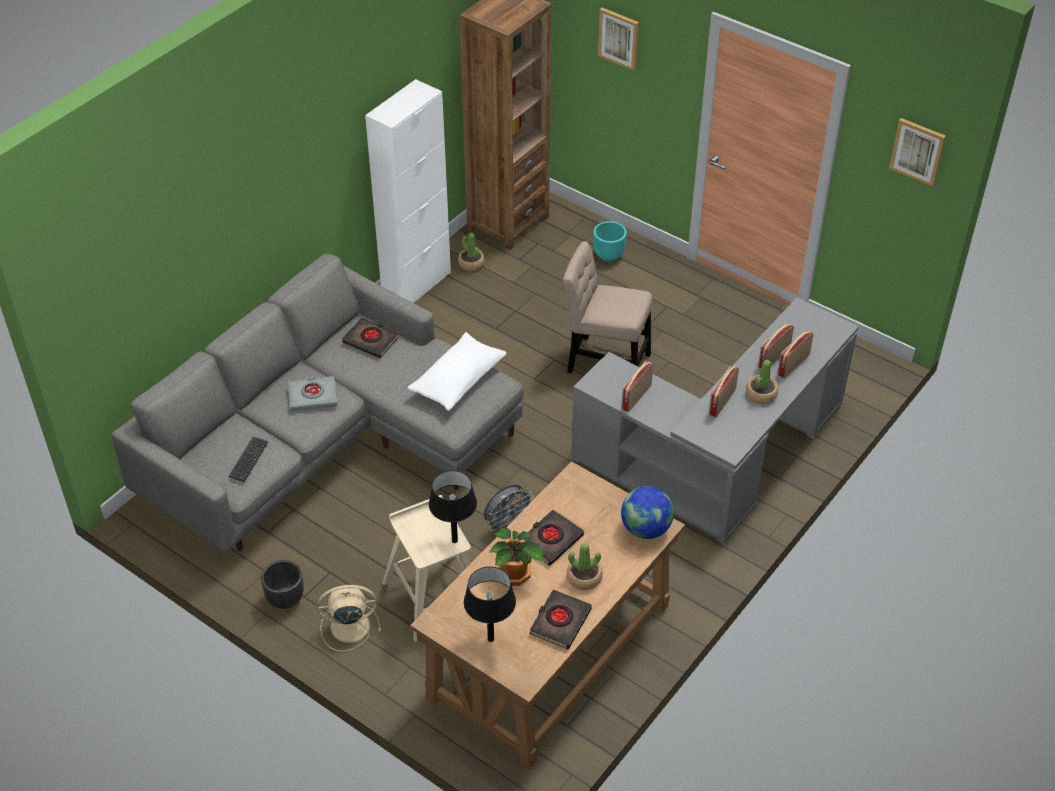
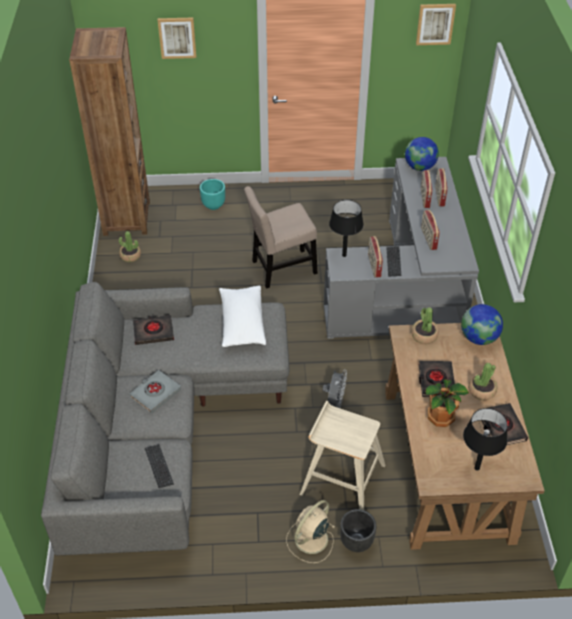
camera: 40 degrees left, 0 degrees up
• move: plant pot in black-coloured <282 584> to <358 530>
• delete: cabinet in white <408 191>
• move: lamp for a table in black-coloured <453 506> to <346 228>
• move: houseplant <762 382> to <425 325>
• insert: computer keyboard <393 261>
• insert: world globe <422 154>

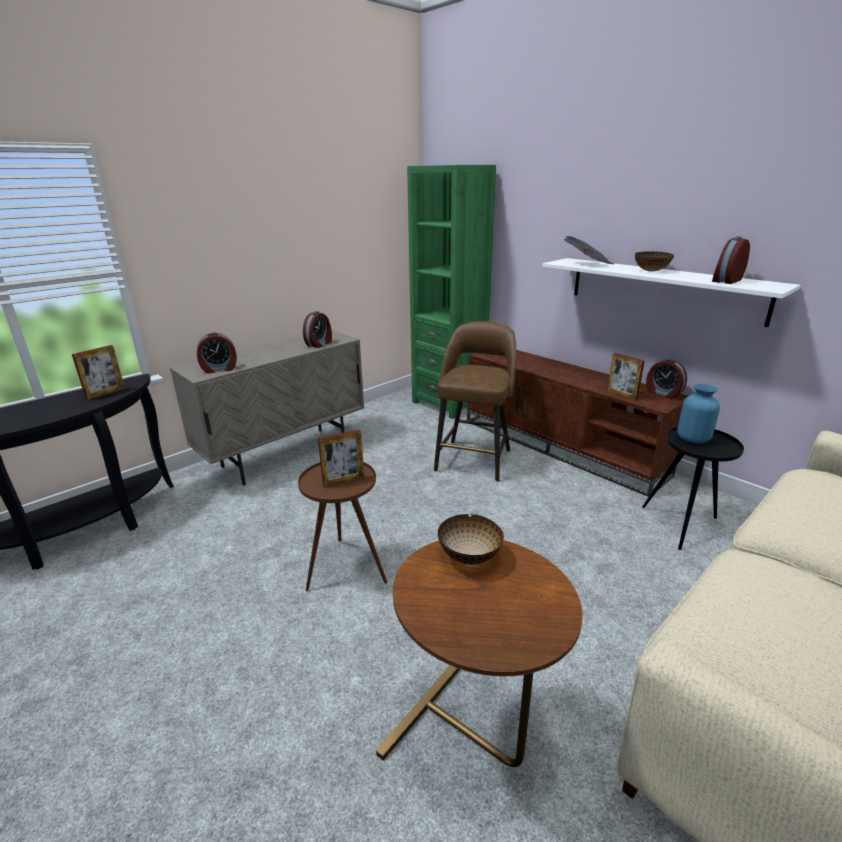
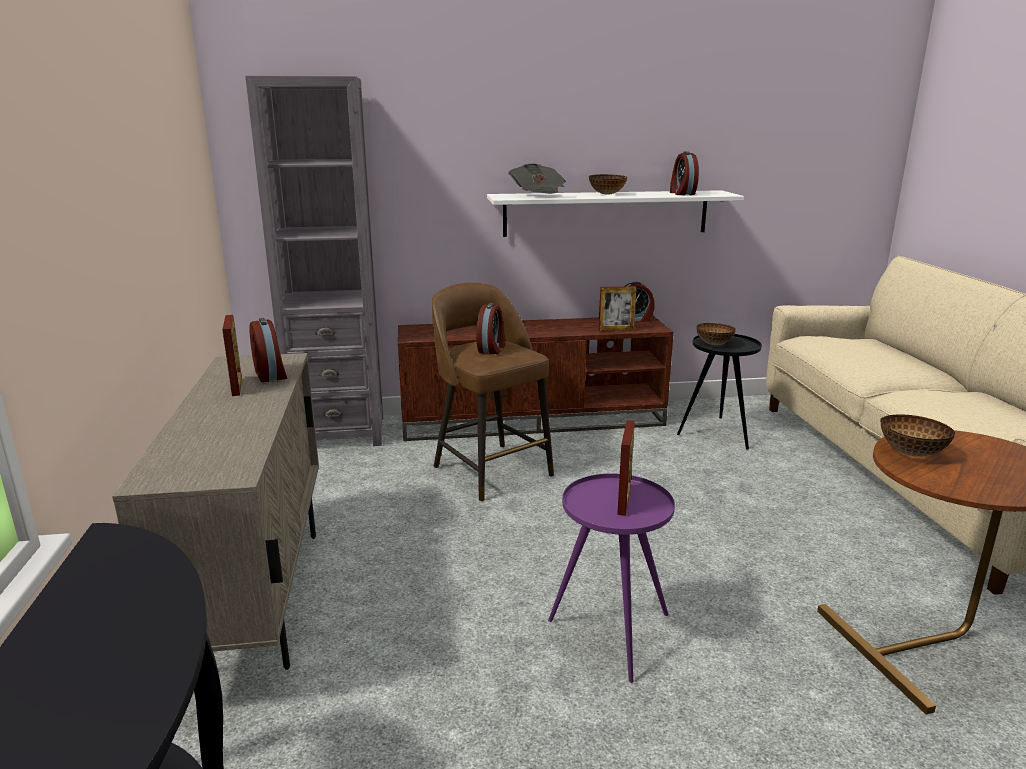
camera: 55 degrees left, 5 degrees down
• move: standing frame <98 372> to <232 355>
• move: bedside clock <217 353> to <491 328>
• recolor: accent table in brown-coloured <342 526> to accent table in purplish <611 578>
• recolor: bookcase in greenish <451 292> to bookcase in gray <314 261>
• replace: decorative vase in blue <699 413> to deep dish <716 334>

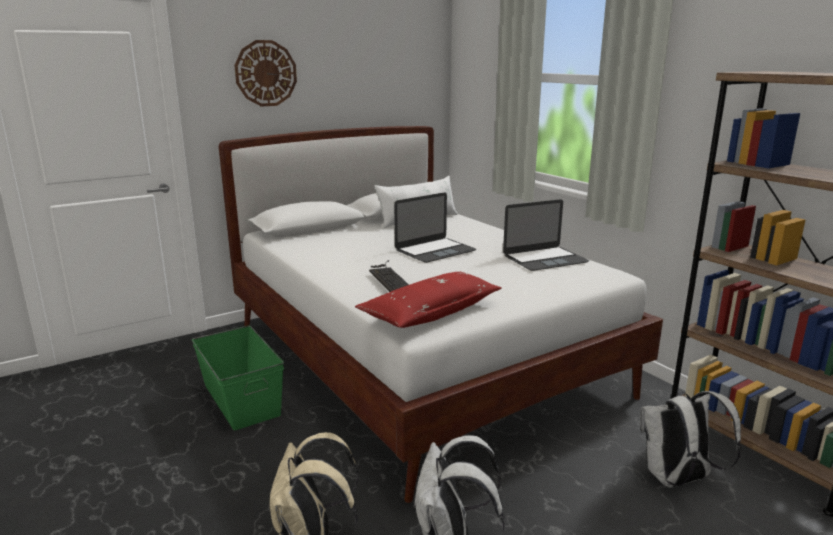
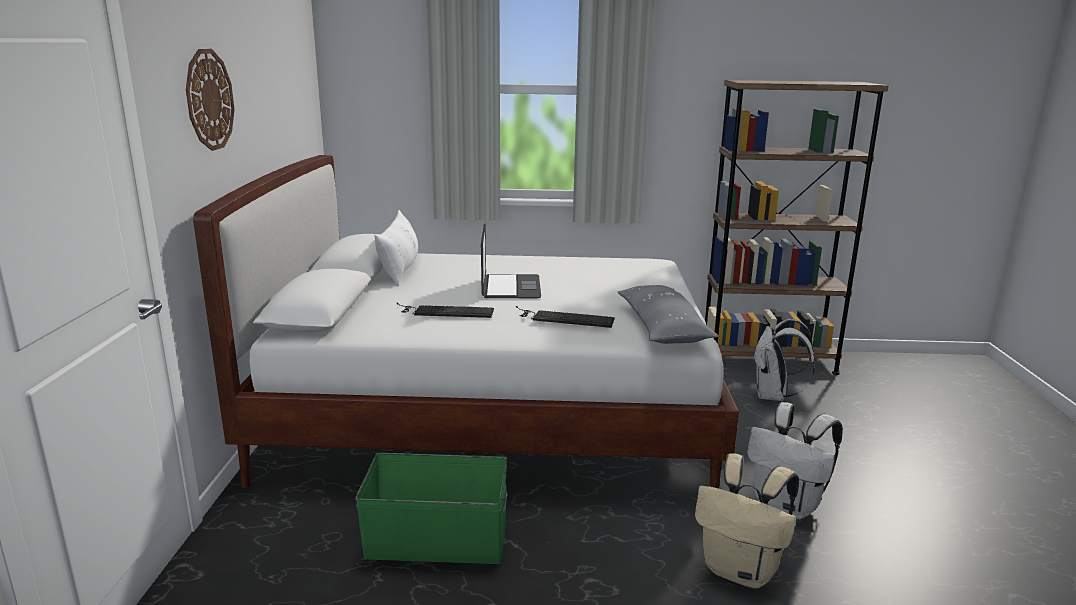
camera: 55 degrees left, 0 degrees up
• recolor: throw pillow in red <428 299> to throw pillow in gray <668 314>
• delete: notebook computer <546 235>
• insert: computer keyboard <445 310>

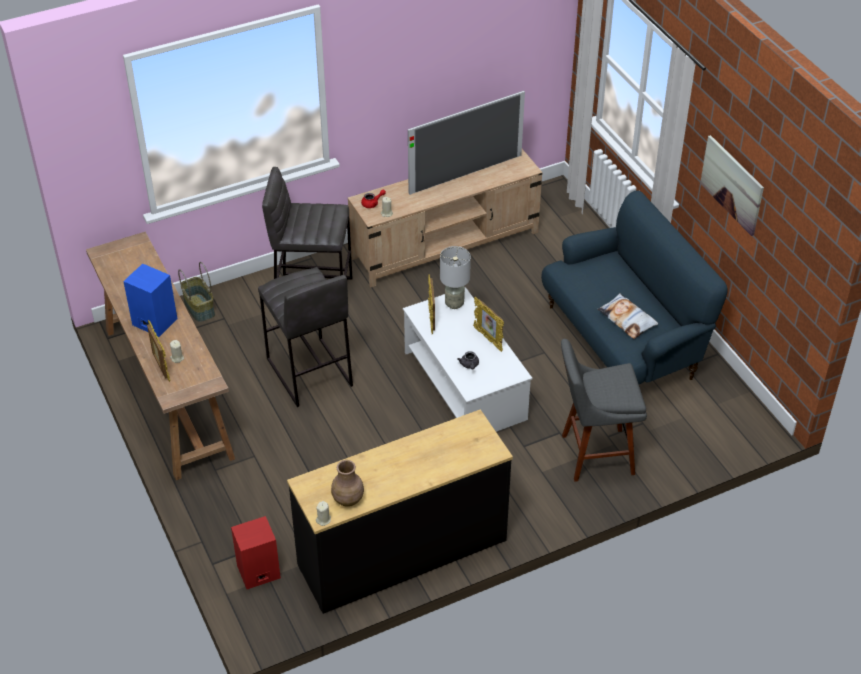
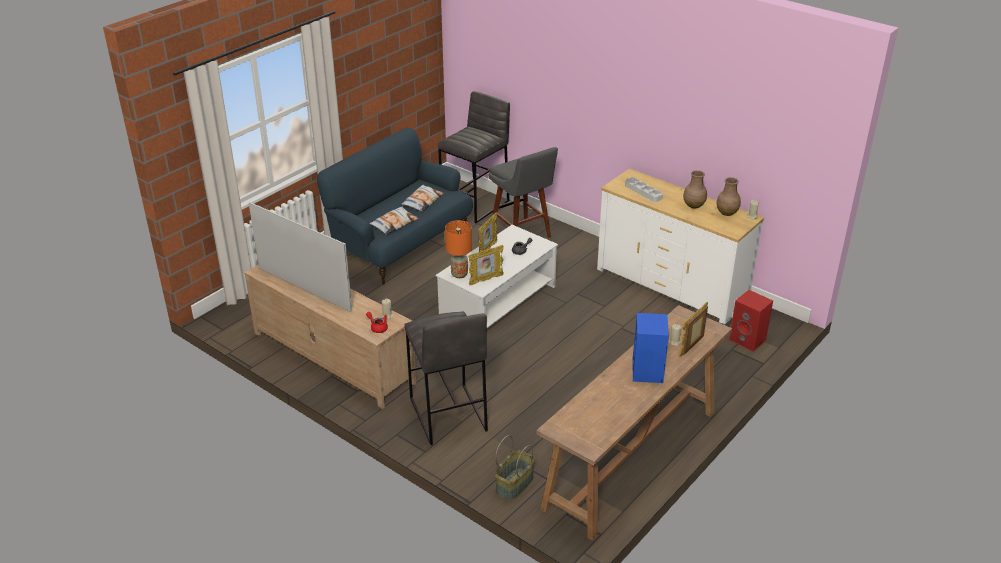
camera: 115 degrees left, 10 degrees down
• move: stool in gray <305 337> to <474 157>
• recolor: drawer chest in black-coloured <400 511> to drawer chest in white <680 246>
• recolor: lamp for a table in gray <455 277> to lamp for a table in orangey <458 249>
• delete: wall art <732 185>
• insert: throw pillow <394 221>
• insert: carrying tray in gray <644 189>
• insert: decorative vase in brown-coloured <695 189>

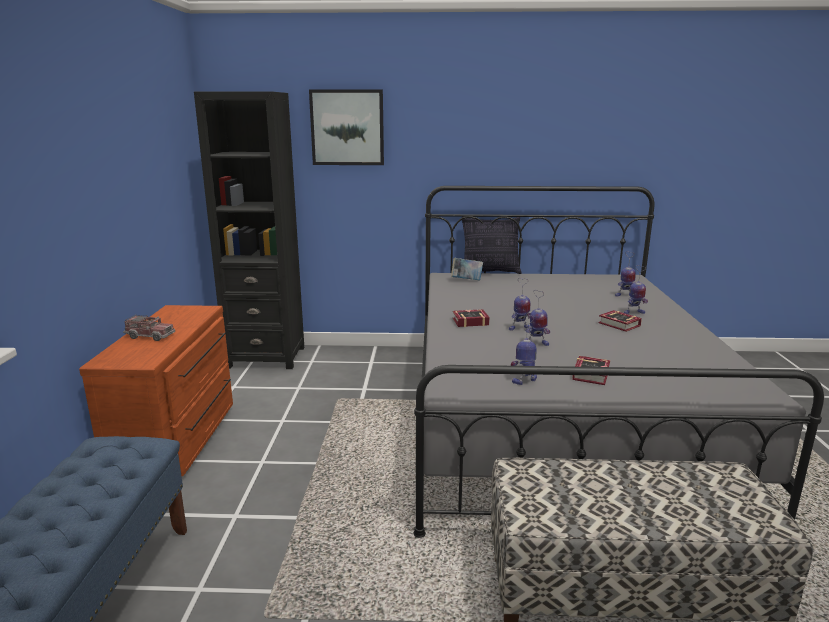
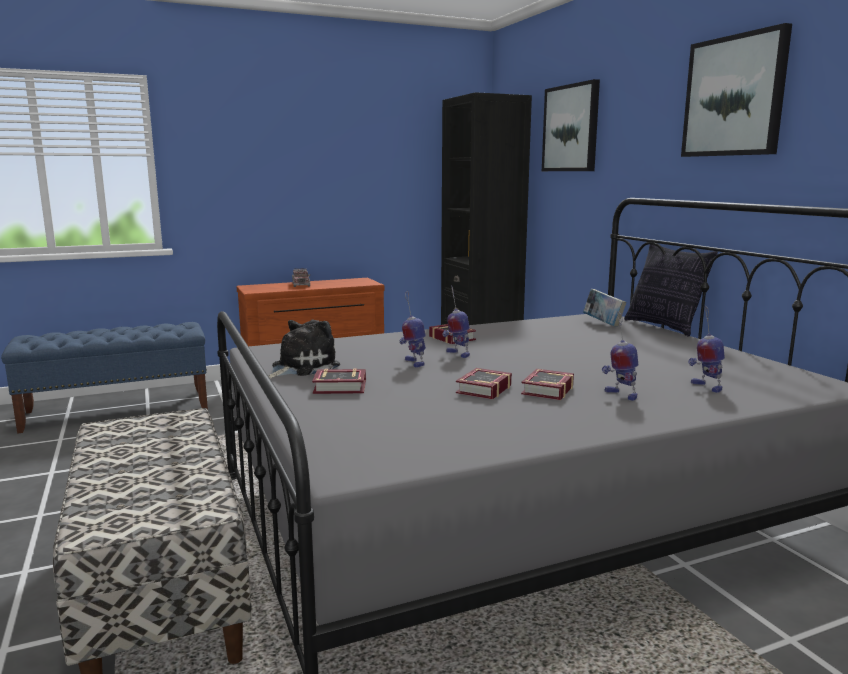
camera: 65 degrees right, 5 degrees down
• replace: model robot <524 350> to soft toy <304 349>
• insert: bound book <484 383>
• insert: wall art <736 90>

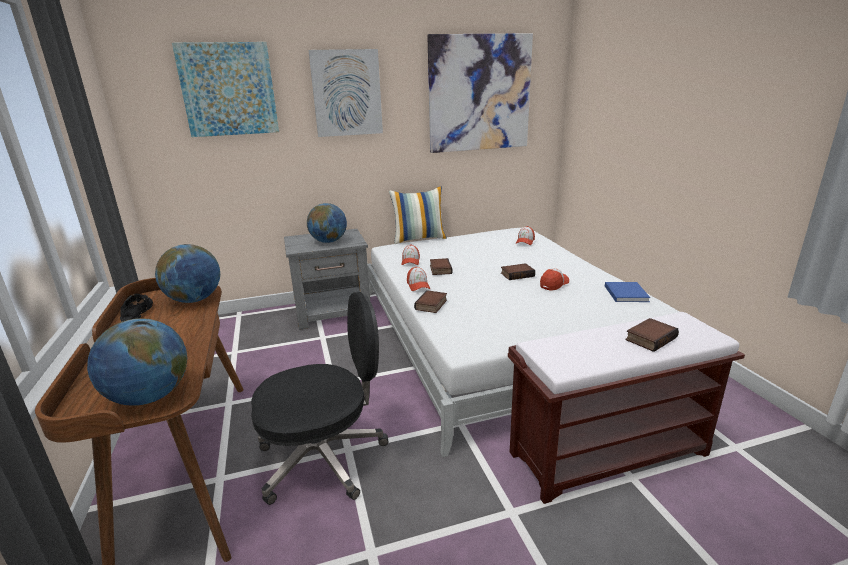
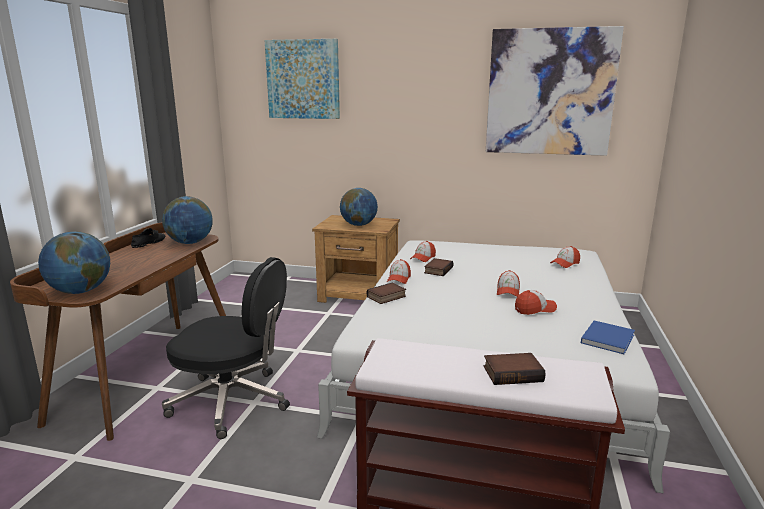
camera: 30 degrees right, 5 degrees down
• recolor: bedside table in gray <327 279> to bedside table in brown-coloured <356 259>
• delete: wall art <345 93>
• delete: throw pillow <418 215>
• replace: bound book <518 271> to peaked cap <508 283>

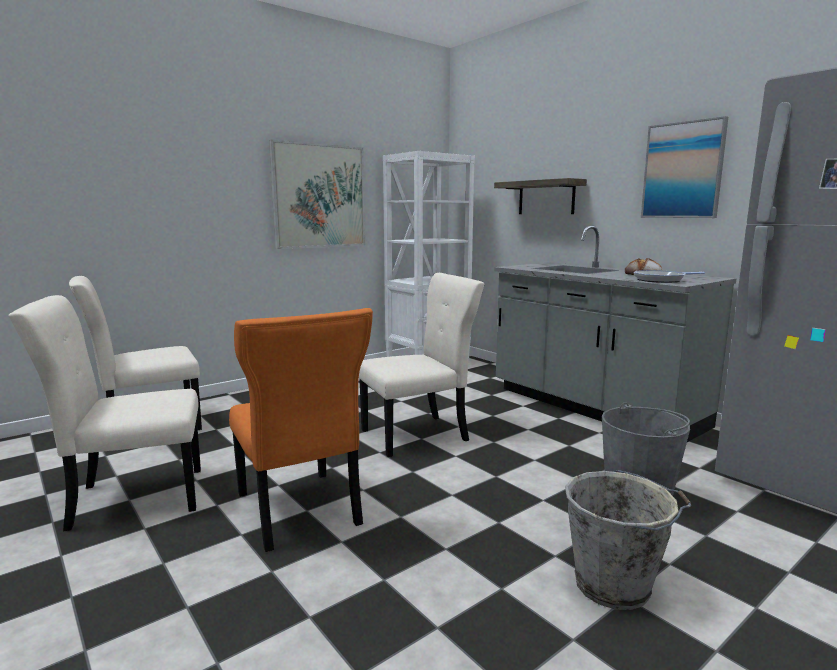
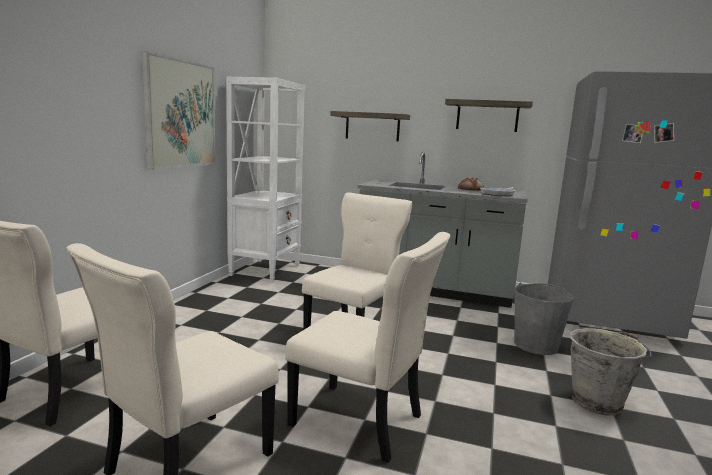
camera: 35 degrees left, 0 degrees up
• recolor: upright chair in orangey <301 430> to upright chair in beige <368 347>
• replace: wall art <684 167> to bracket shelf <489 115>

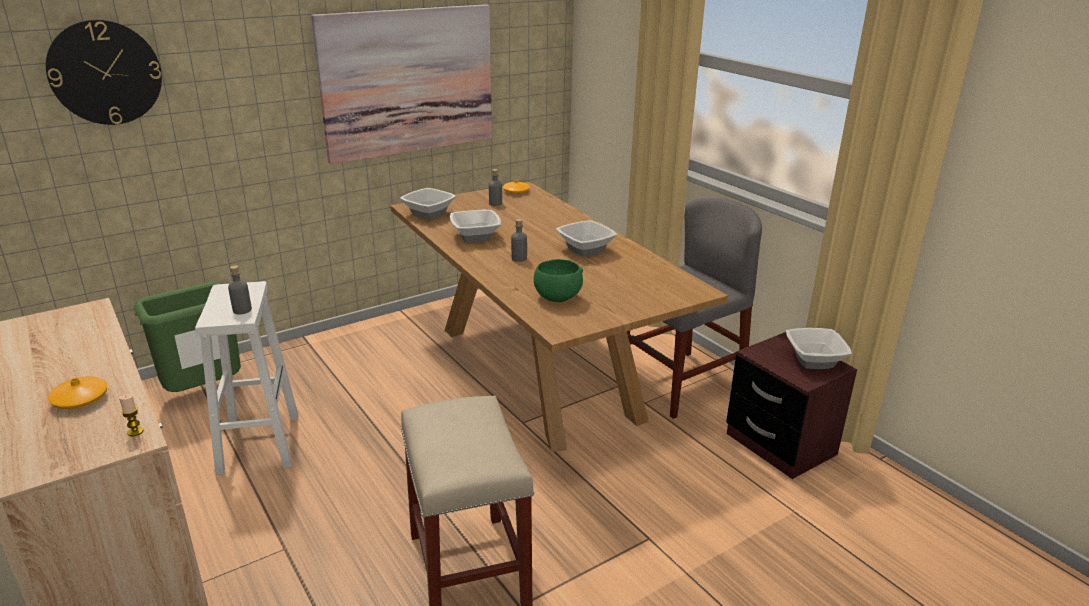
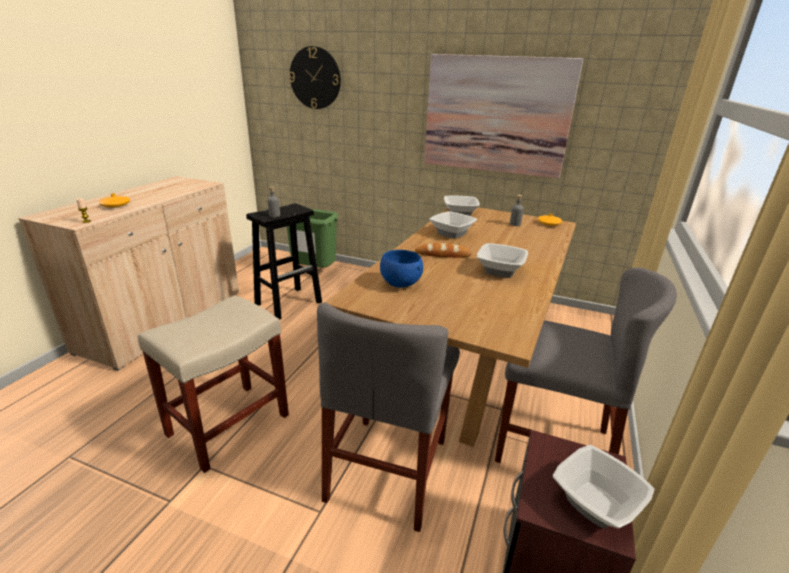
camera: 55 degrees right, 0 degrees up
• recolor: stool in white <247 378> to stool in black-coloured <284 261>
• replace: bottle in gray <519 240> to bread <443 250>
• recolor: deep dish in greenish <558 280> to deep dish in blue <401 269>
• insert: upright chair in gray <388 417>

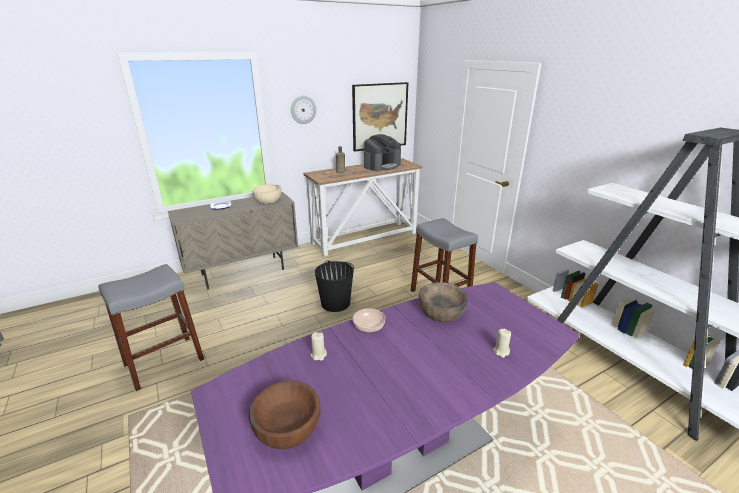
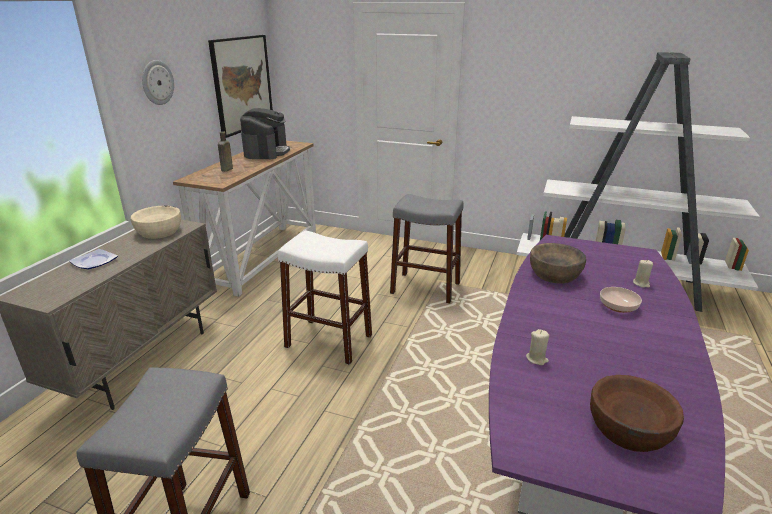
camera: 40 degrees left, 0 degrees up
• replace: water bucket in black-coloured <334 286> to stool in white <325 297>
• move: deep dish <369 320> to <621 300>

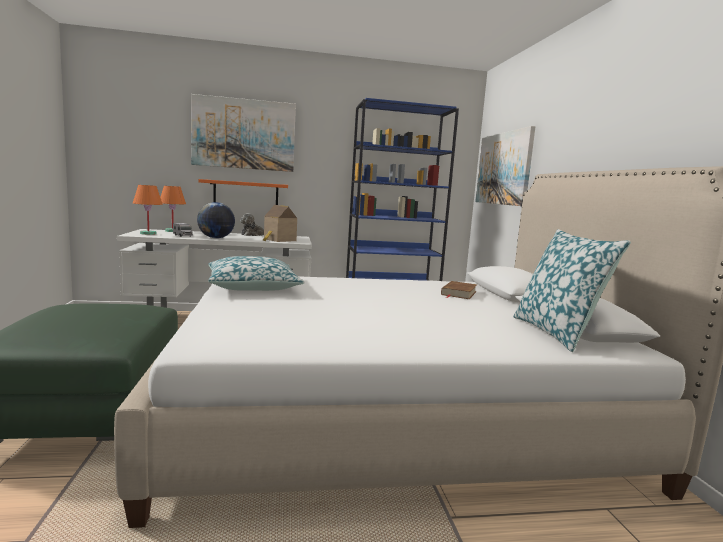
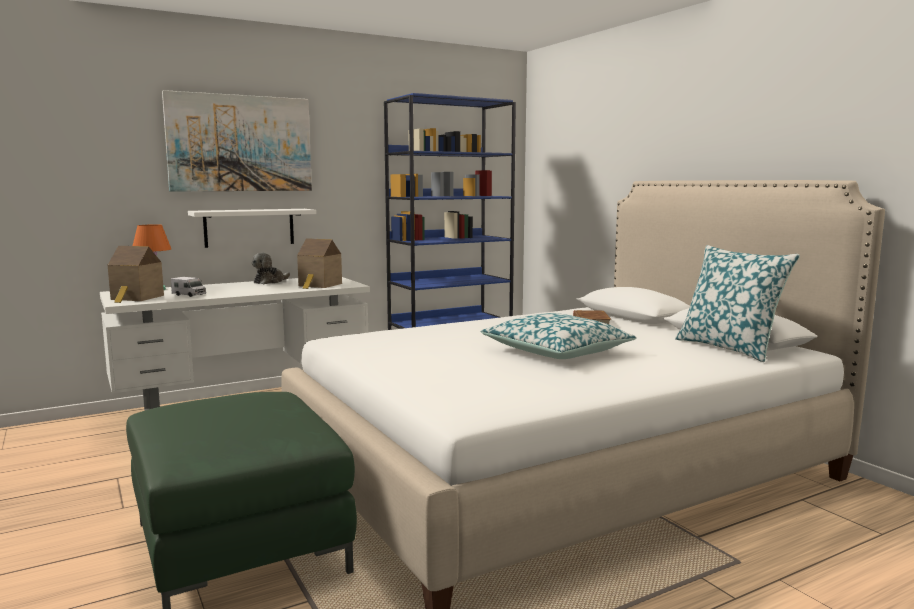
camera: 20 degrees left, 0 degrees up
• replace: lamp for a table in orangey <148 210> to toy house <136 274>
• delete: world globe <216 220>
• recolor: bracket shelf in orangey <243 192> to bracket shelf in white <252 228>
• move: throw pillow <256 273> to <559 336>
• delete: wall art <505 166>

